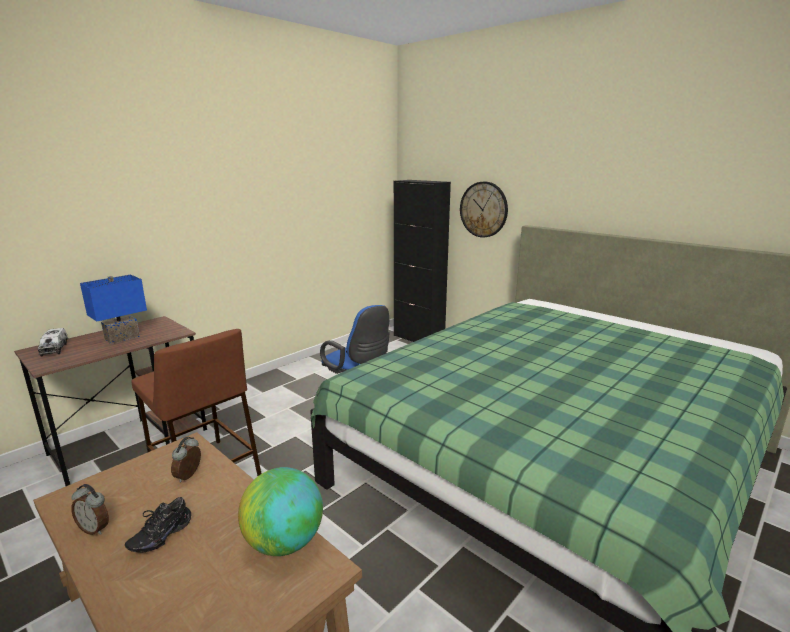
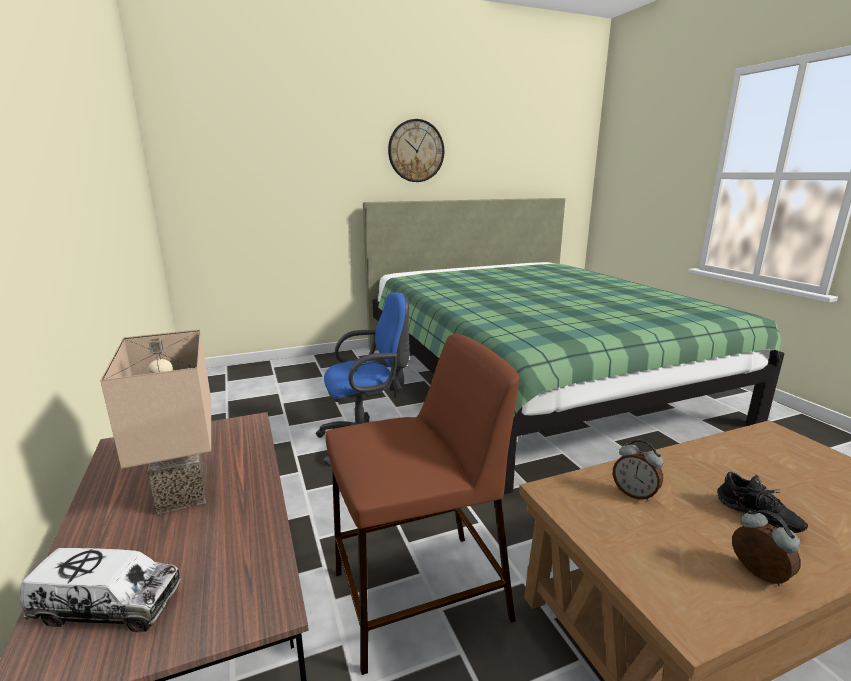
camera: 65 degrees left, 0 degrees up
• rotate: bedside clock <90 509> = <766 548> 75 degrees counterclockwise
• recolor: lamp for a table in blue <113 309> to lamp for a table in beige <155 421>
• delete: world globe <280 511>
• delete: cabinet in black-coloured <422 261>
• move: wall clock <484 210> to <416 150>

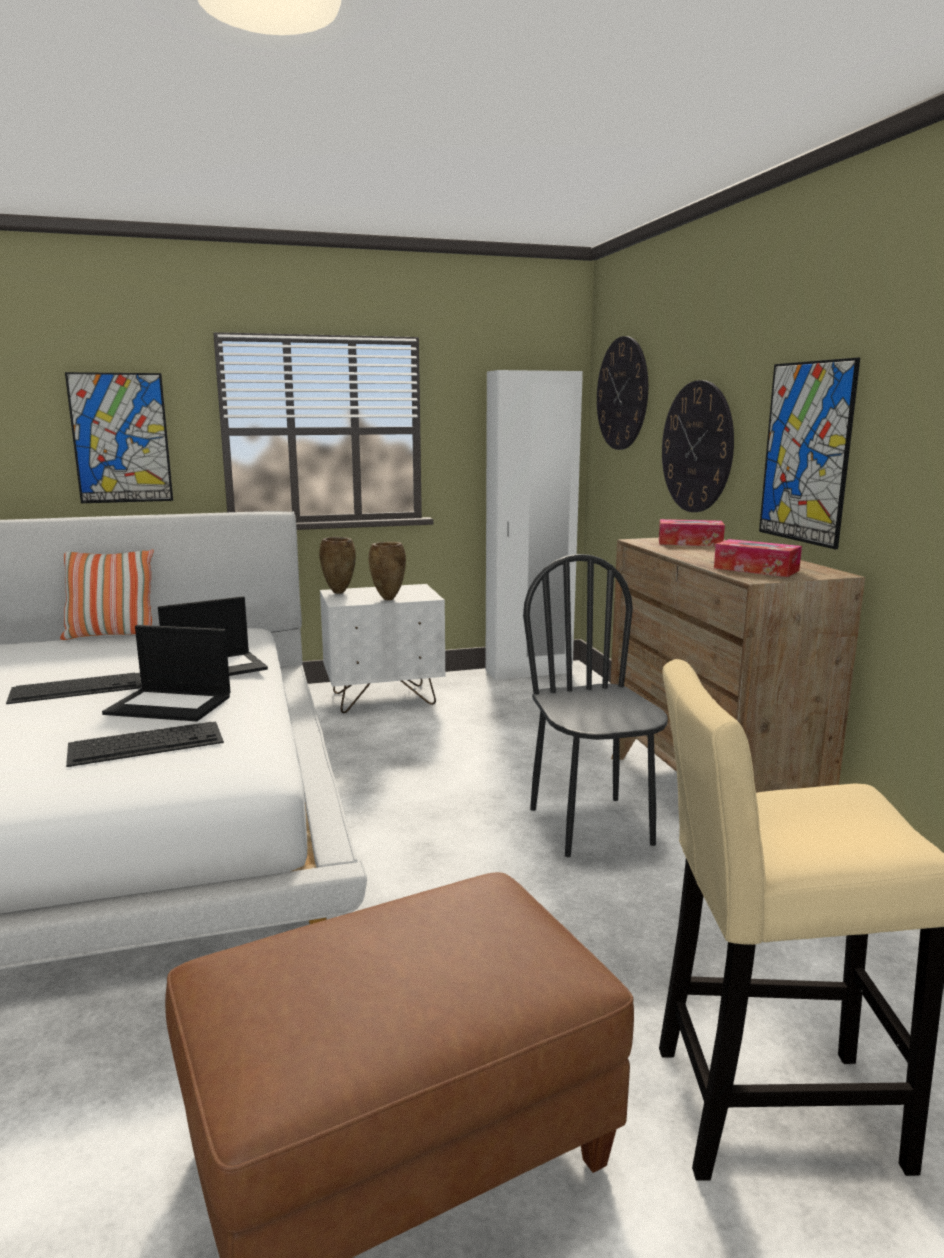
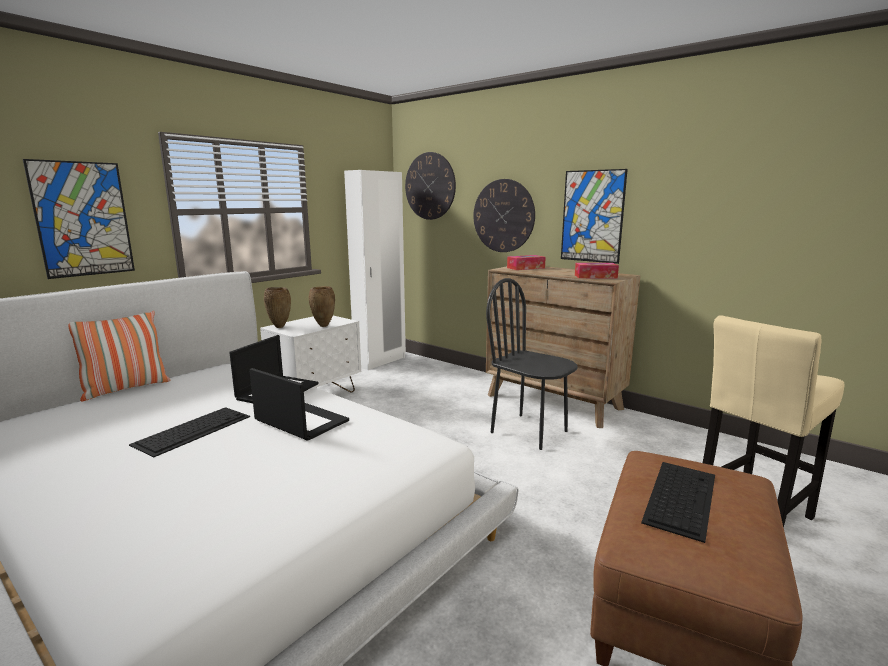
camera: 35 degrees left, 0 degrees up
• move: computer keyboard <145 744> to <678 502>
• rotate: notebook computer <166 673> = <299 404> 120 degrees counterclockwise

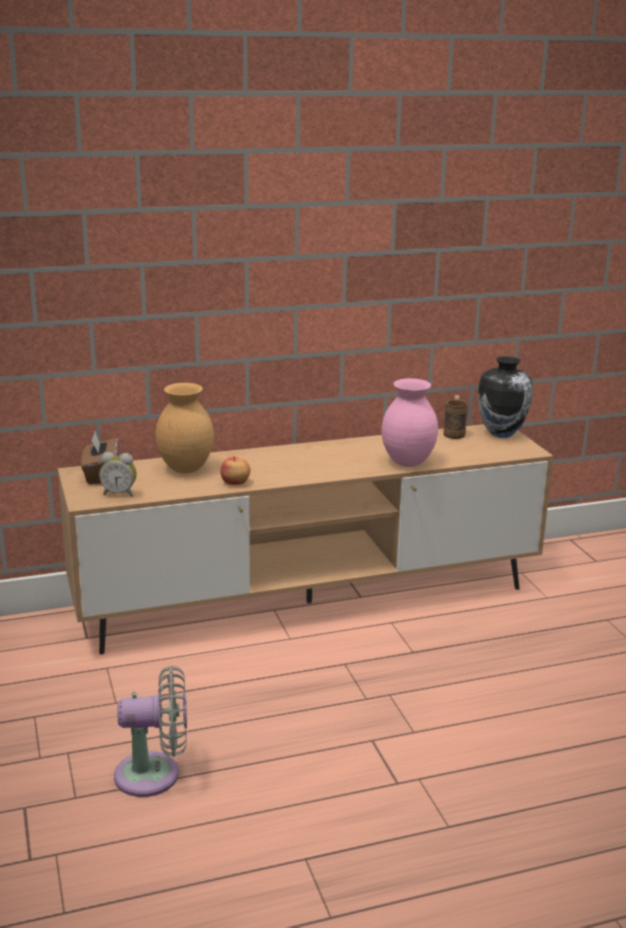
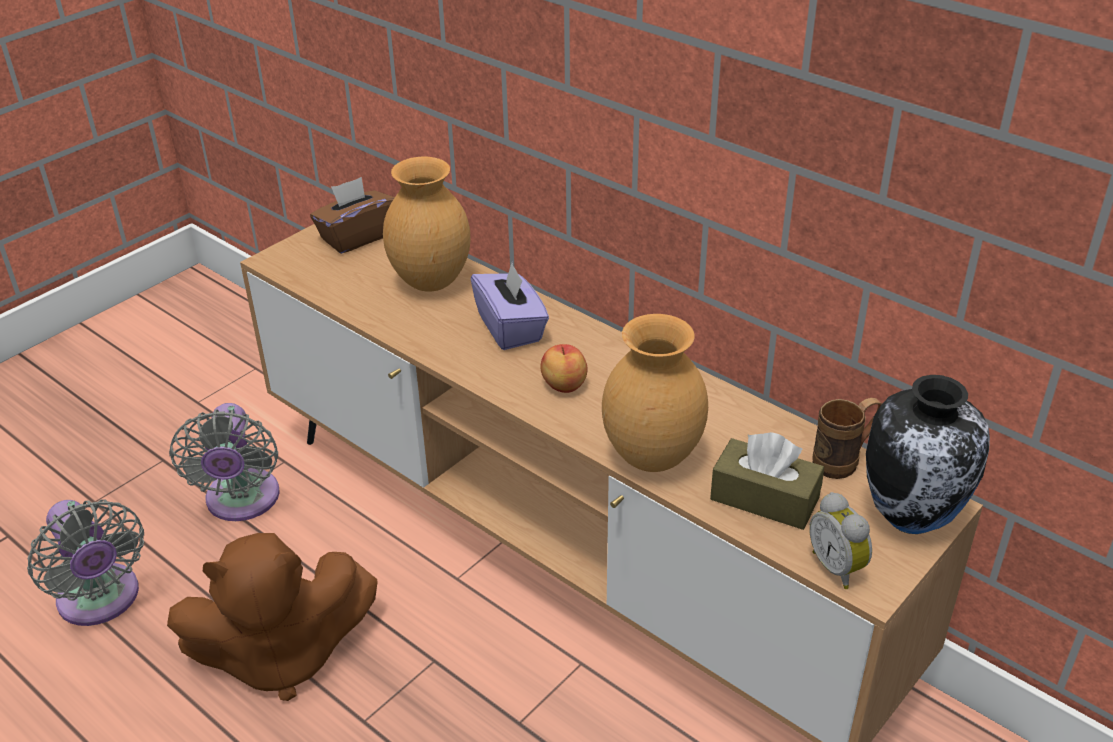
camera: 60 degrees right, 15 degrees up
• move: bedside clock <118 474> to <840 540>
• move: apple <235 470> to <564 368>
• recolor: decorative vase in pinkish <409 422> to decorative vase in brown-coloured <655 393>
• insert: soft toy in brown-coloured <272 617>
• insert: fan in gray <224 462>
• insert: box of tissues in purplish <510 306>
• insert: box of tissues in brown-coloured <767 481>

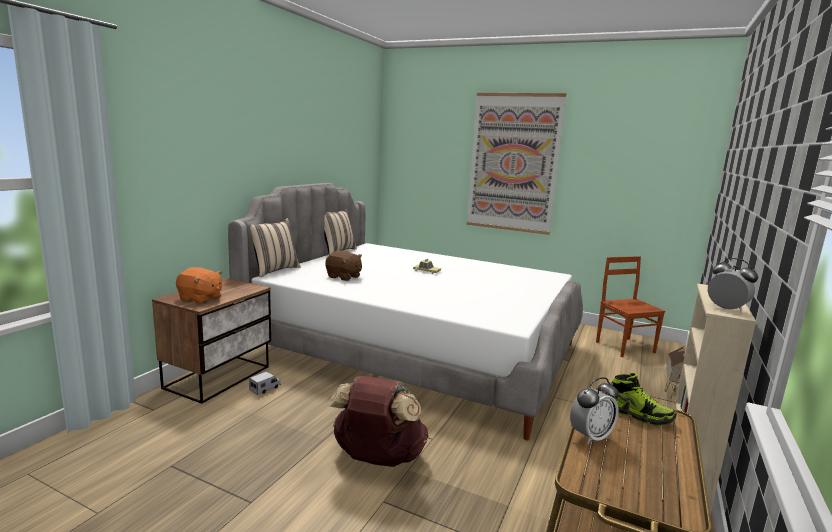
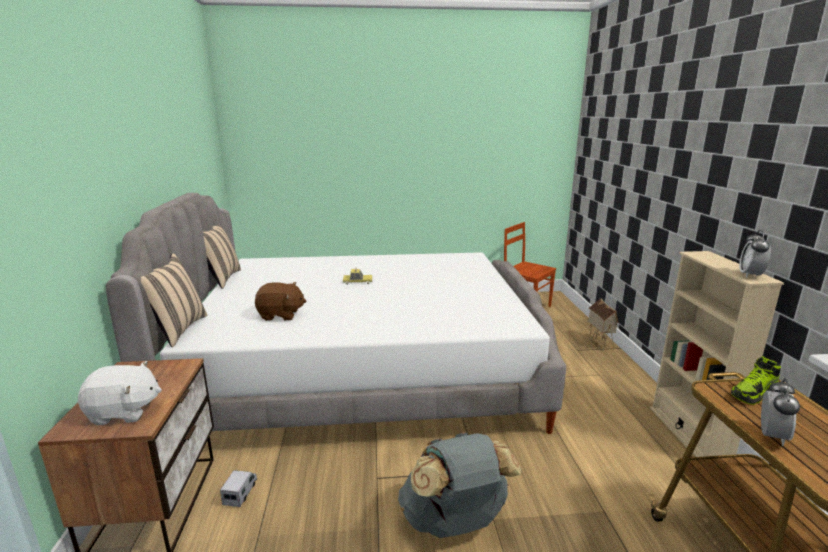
camera: 30 degrees left, 5 degrees up
• recolor: soft toy in orangey <199 285> to soft toy in white <120 393>
• recolor: rucksack in brown-coloured <378 421> to rucksack in gray <460 485>
• delete: wall art <516 164>
• rotate: shoe <644 399> = <756 380> 150 degrees clockwise
• rotate: bedside clock <733 284> = <755 254> 90 degrees counterclockwise

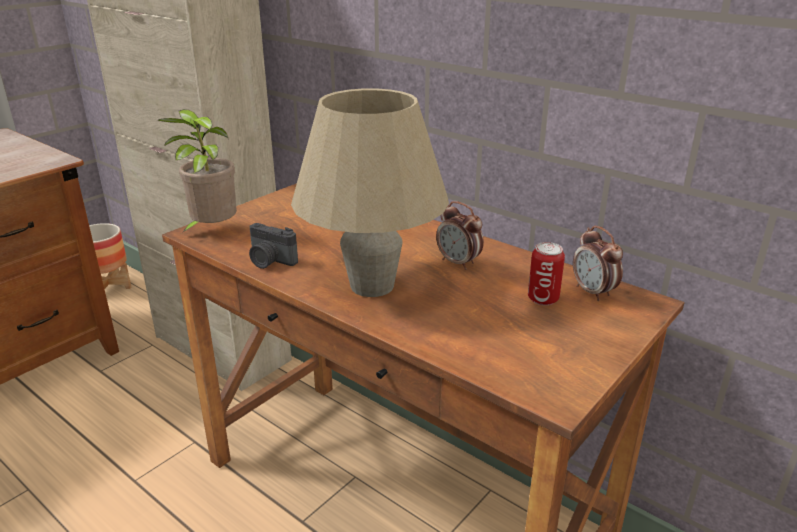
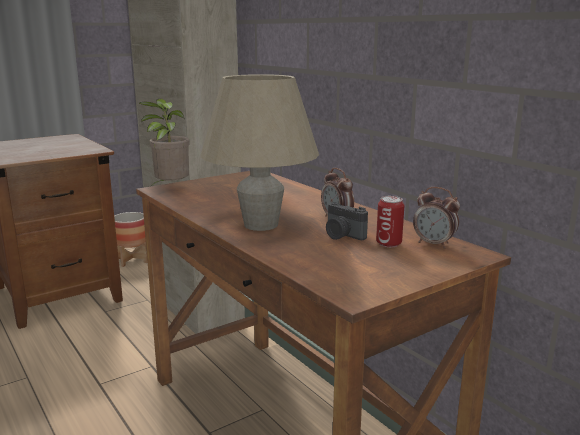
camera: 15 degrees right, 10 degrees down
• move: still camera <273 246> to <347 221>
• rotate: bedside clock <598 263> = <436 218> 45 degrees counterclockwise

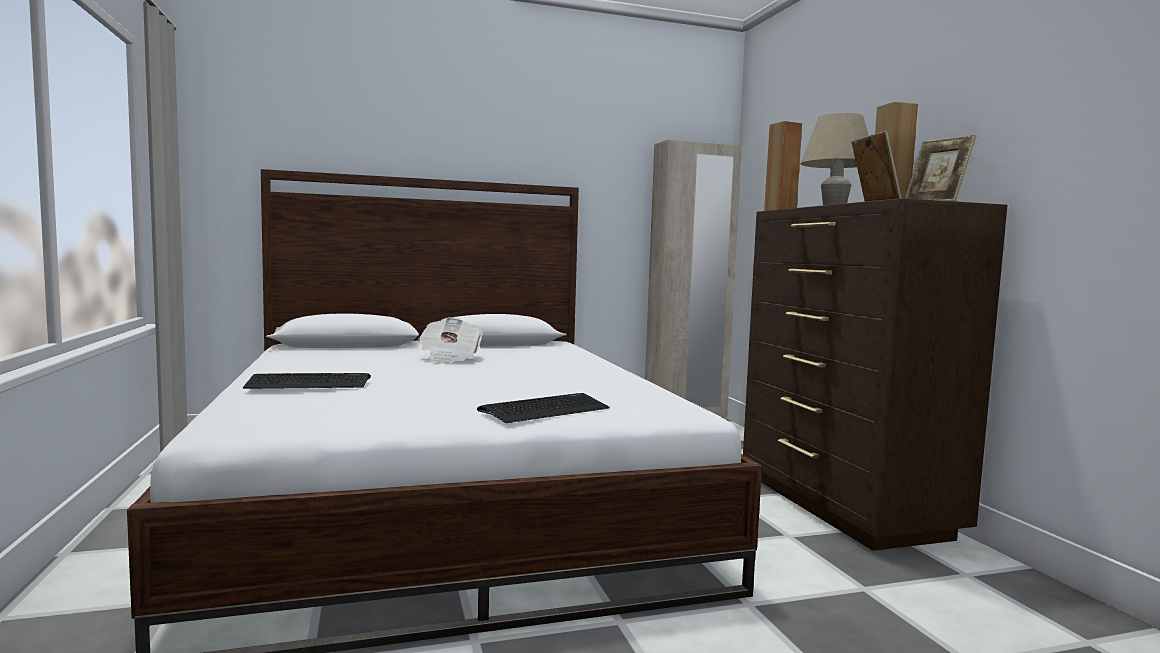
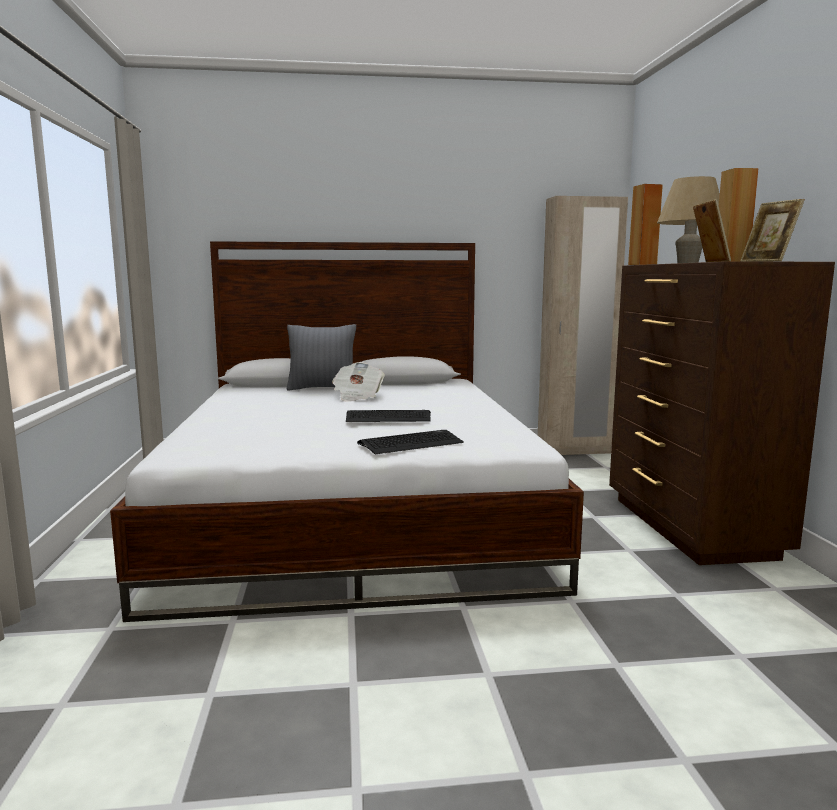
camera: 10 degrees right, 5 degrees up
• move: computer keyboard <307 381> to <388 416>
• insert: throw pillow in gray <321 357>

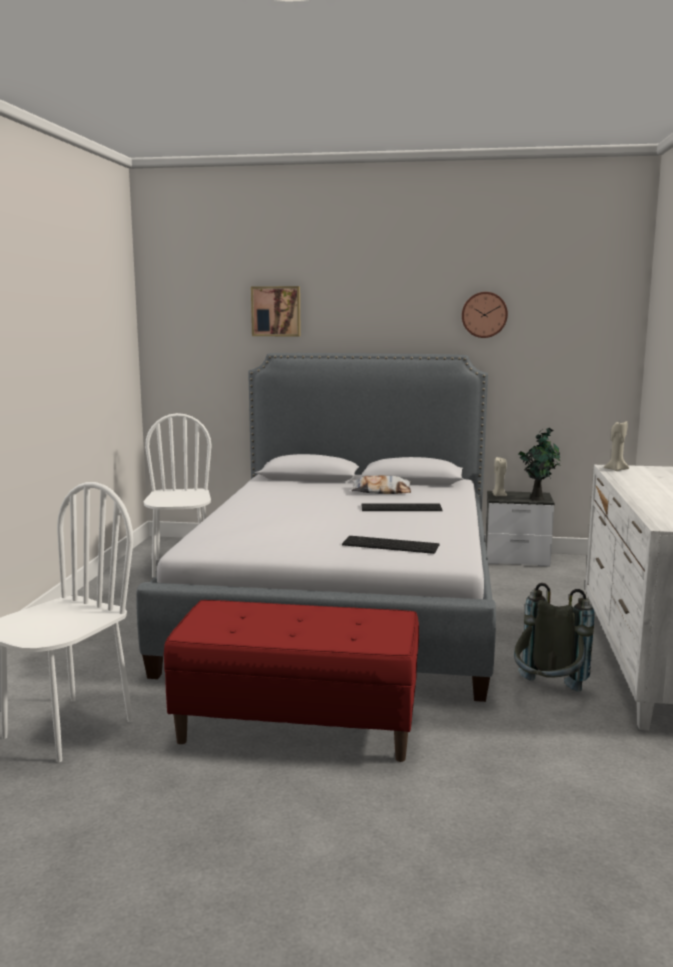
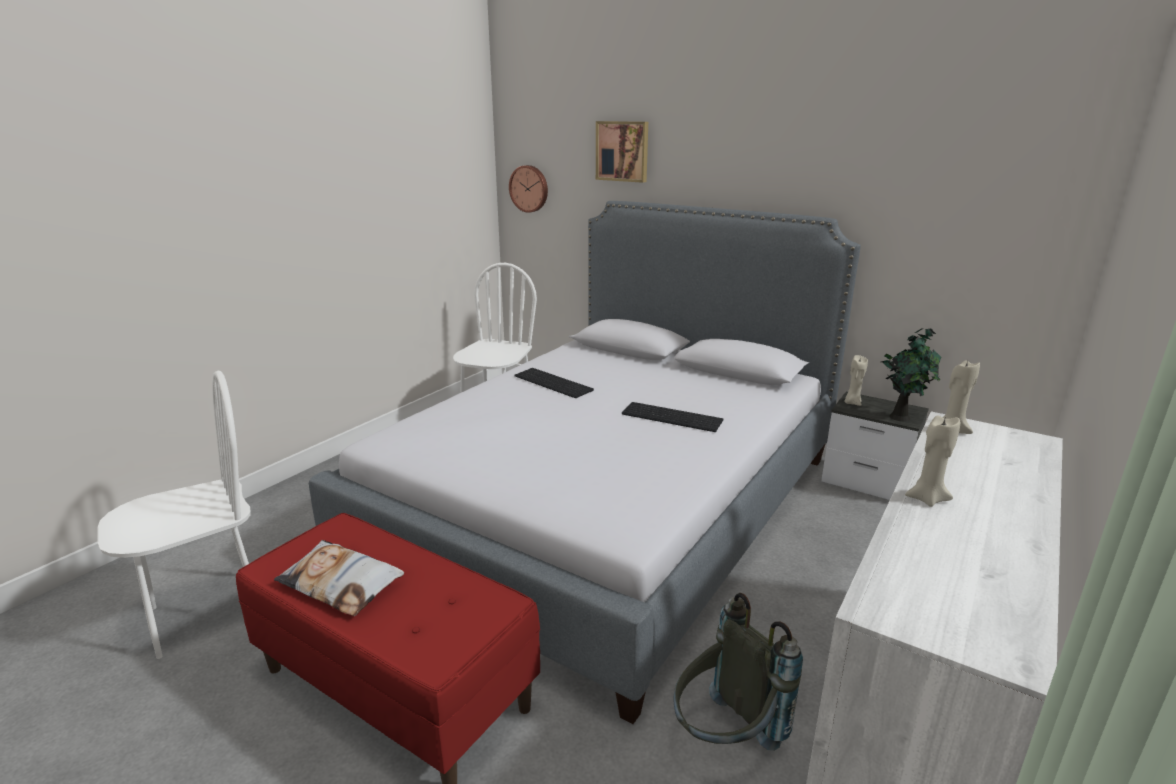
camera: 25 degrees right, 10 degrees up
• move: computer keyboard <391 545> to <554 383>
• move: throw pillow <381 484> to <339 578>
• move: wall clock <485 315> to <528 189>
• insert: candle in beige <932 461>

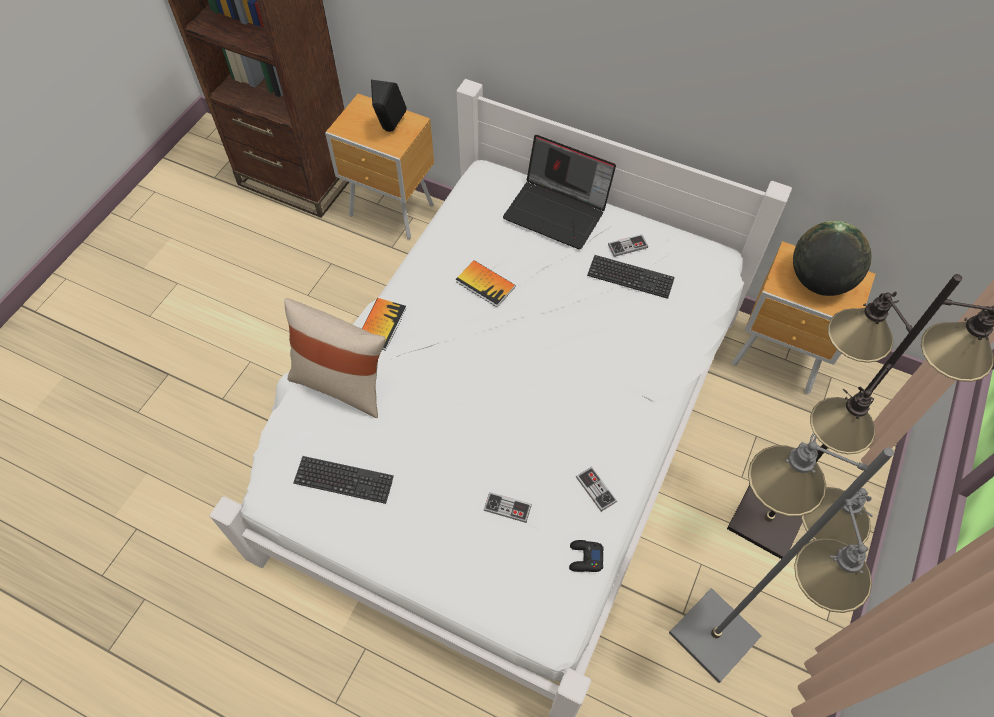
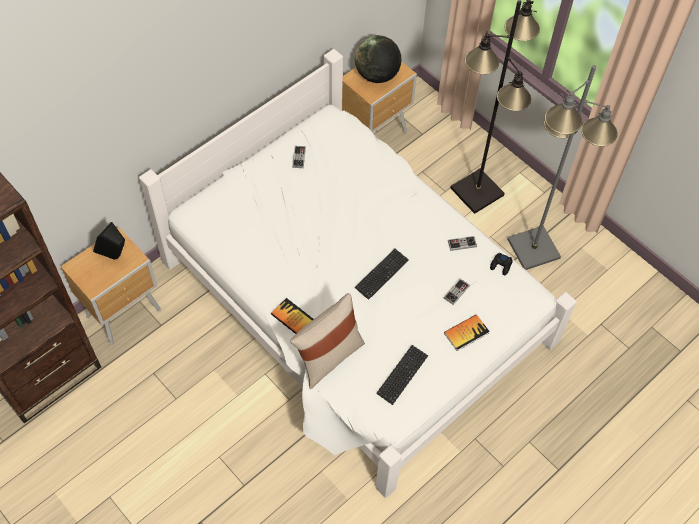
camera: 70 degrees left, 0 degrees up
• move: bound book <486 283> to <467 332>
• delete: notebook computer <559 192>
• move: computer keyboard <631 277> to <382 274>

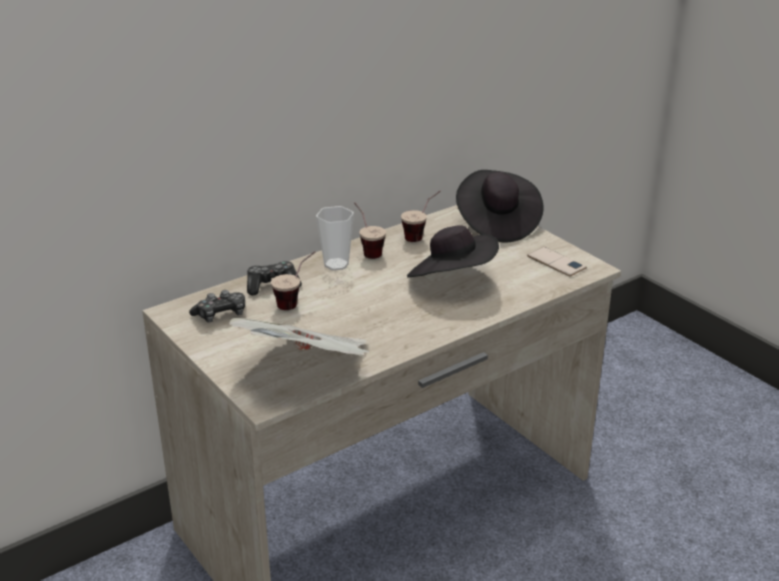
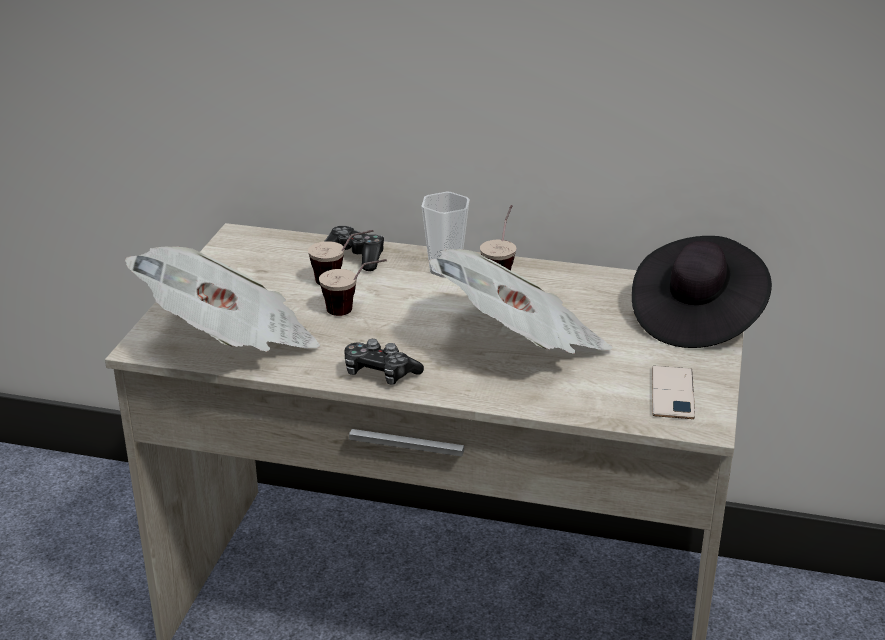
camera: 50 degrees right, 0 degrees up
• move: game controller <217 306> to <384 361>
• move: small cup <421 216> to <353 287>
• replace: hat in black-coloured <453 251> to newspaper <520 301>

